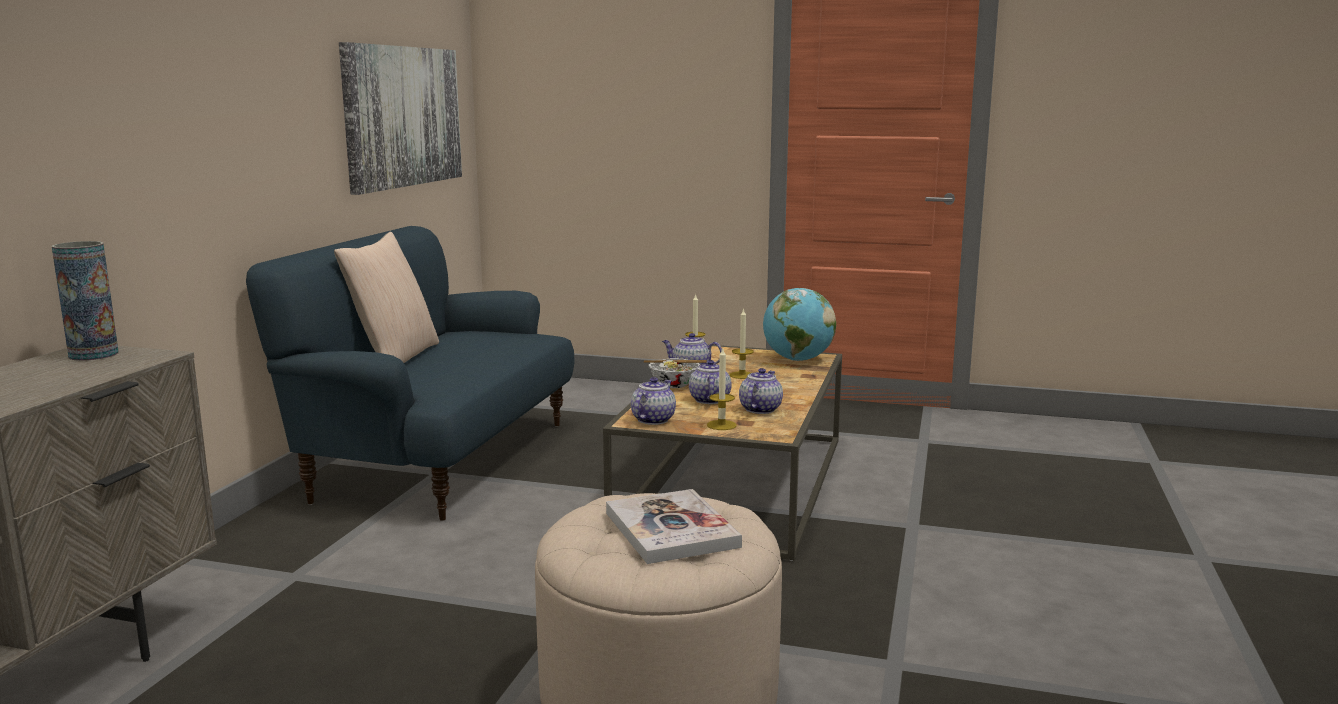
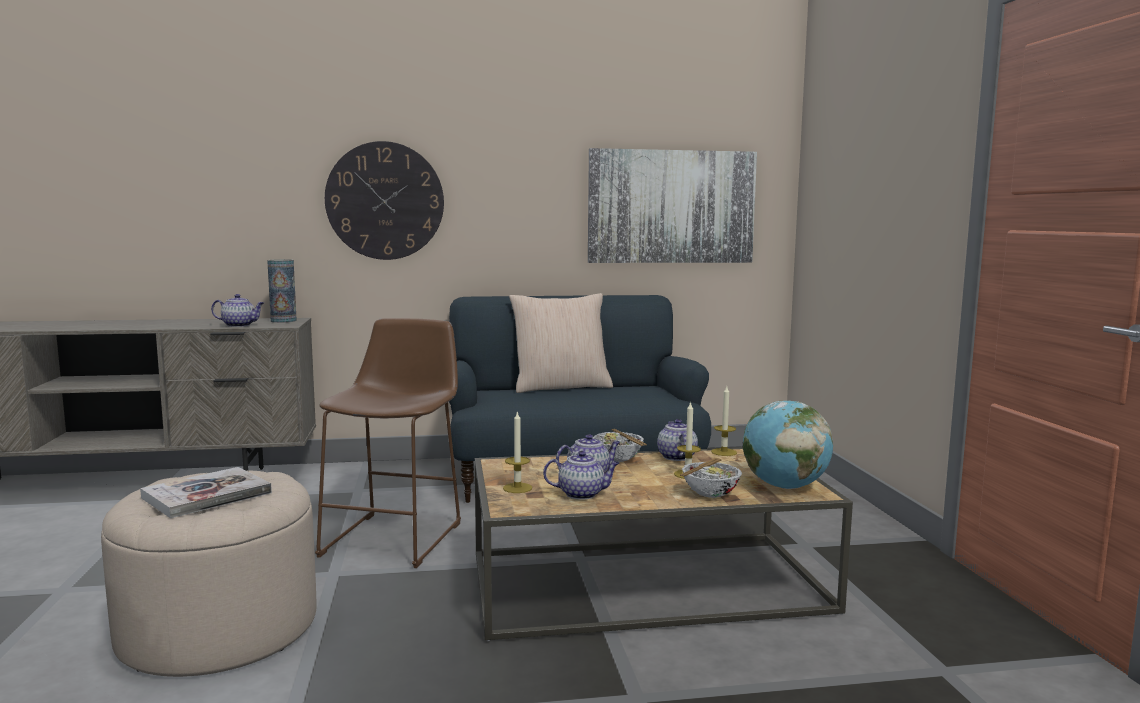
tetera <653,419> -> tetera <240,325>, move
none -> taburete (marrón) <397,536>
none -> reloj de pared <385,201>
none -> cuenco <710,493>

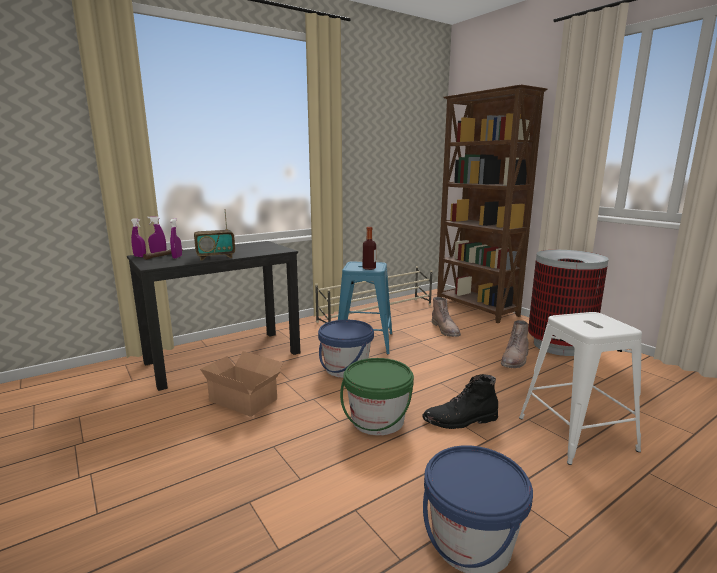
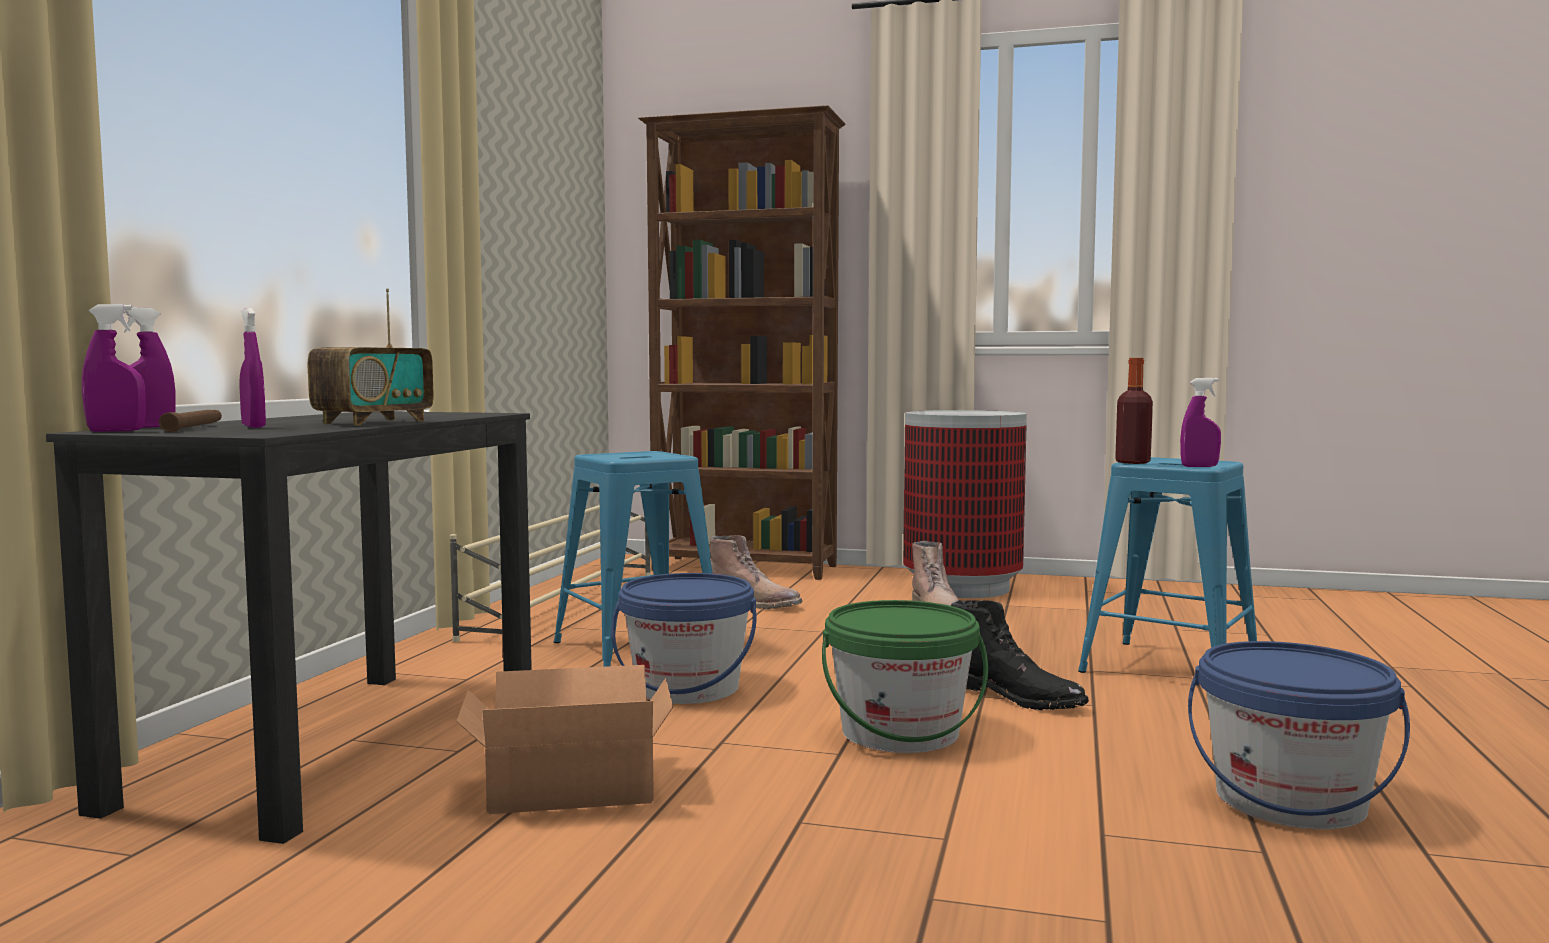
botella <369,268> -> botella <1132,462>, move
bota (negro) <460,420> -> bota (negro) <1015,696>, 90 degrees counterclockwise
taburete (blanco) <575,433> -> taburete (azul) <1168,668>
none -> pulverizador (morado) <1199,466>

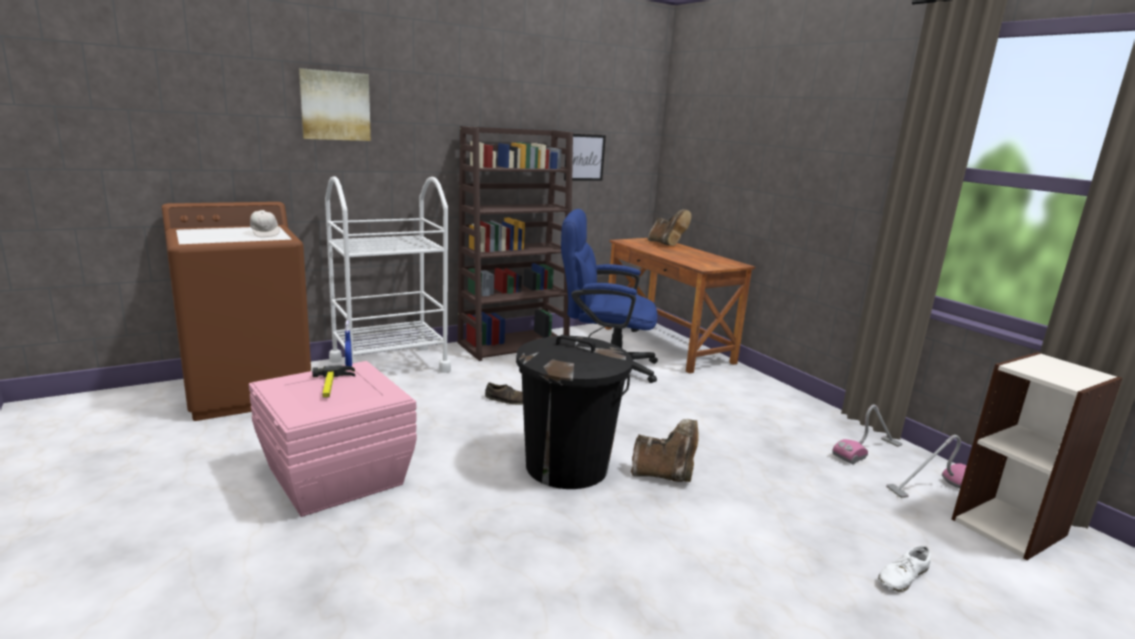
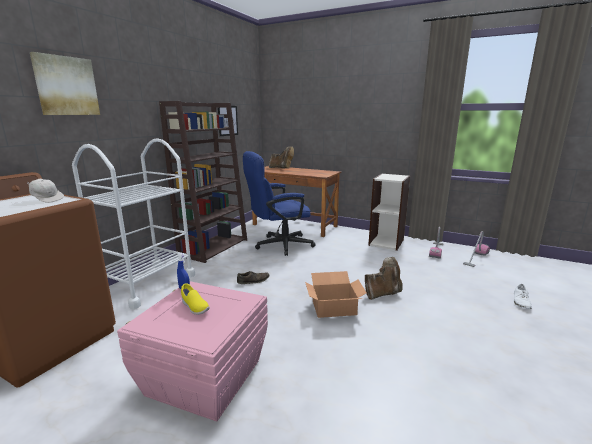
martillo <332,386> -> zapato (amarillo) <194,307>
papelera (negro) <566,466> -> caja de cartón <333,307>
estantería <1009,527> -> estantería <386,242>, move

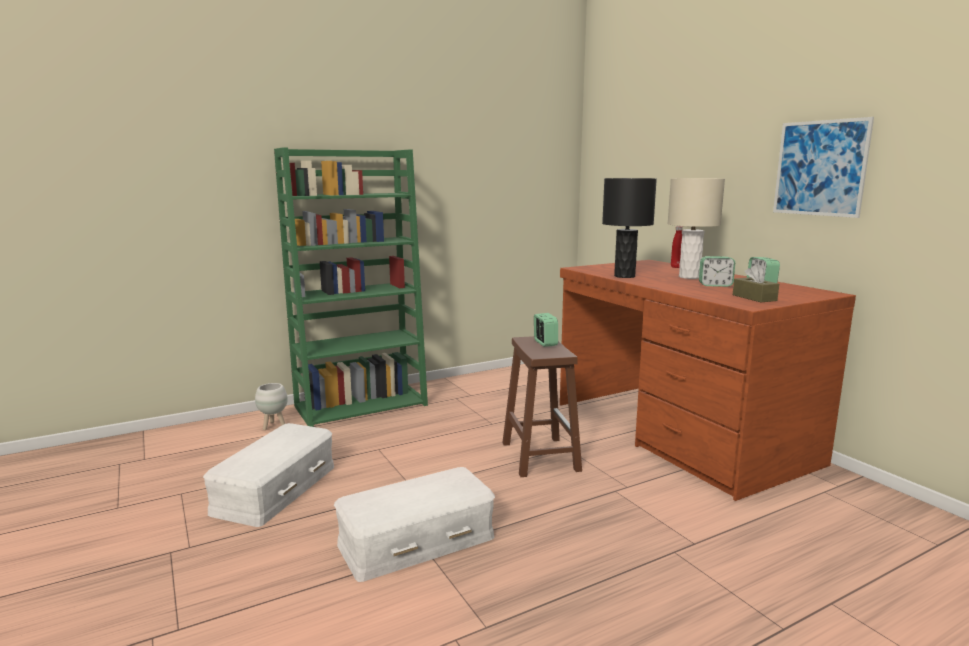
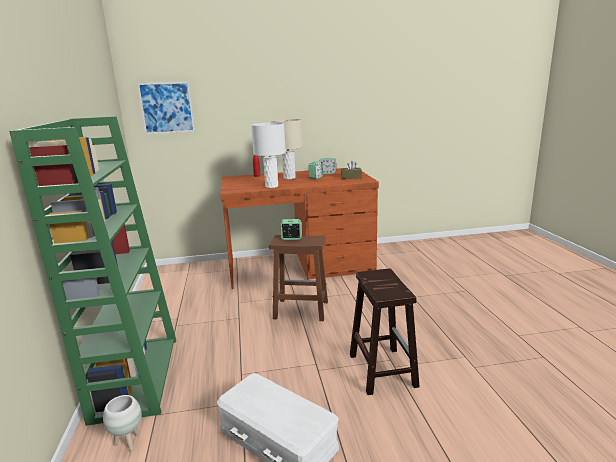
caja de almacenaje (blanco) <416,539> -> taburete (marrón) <381,369>
lámpara de mesa (negro) <624,276> -> lámpara de mesa (blanco) <271,186>
cuadro <820,168> -> cuadro <167,108>, move

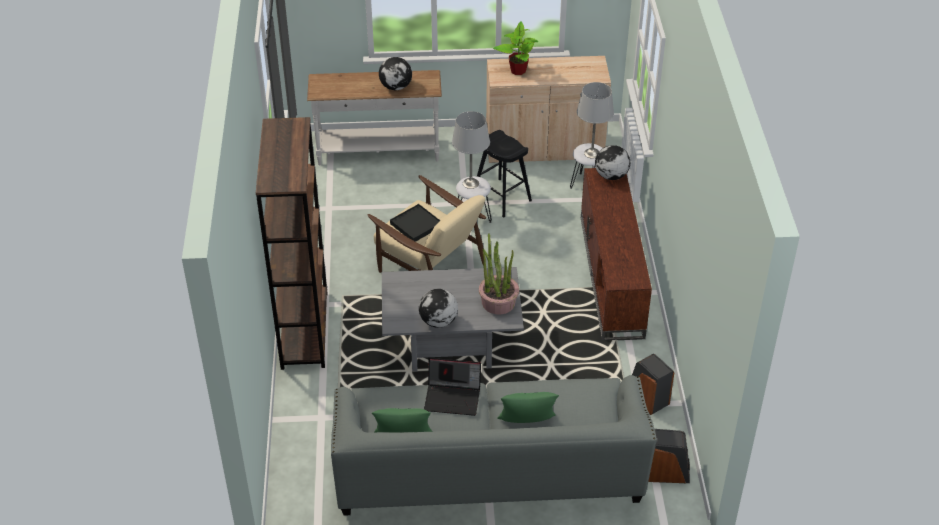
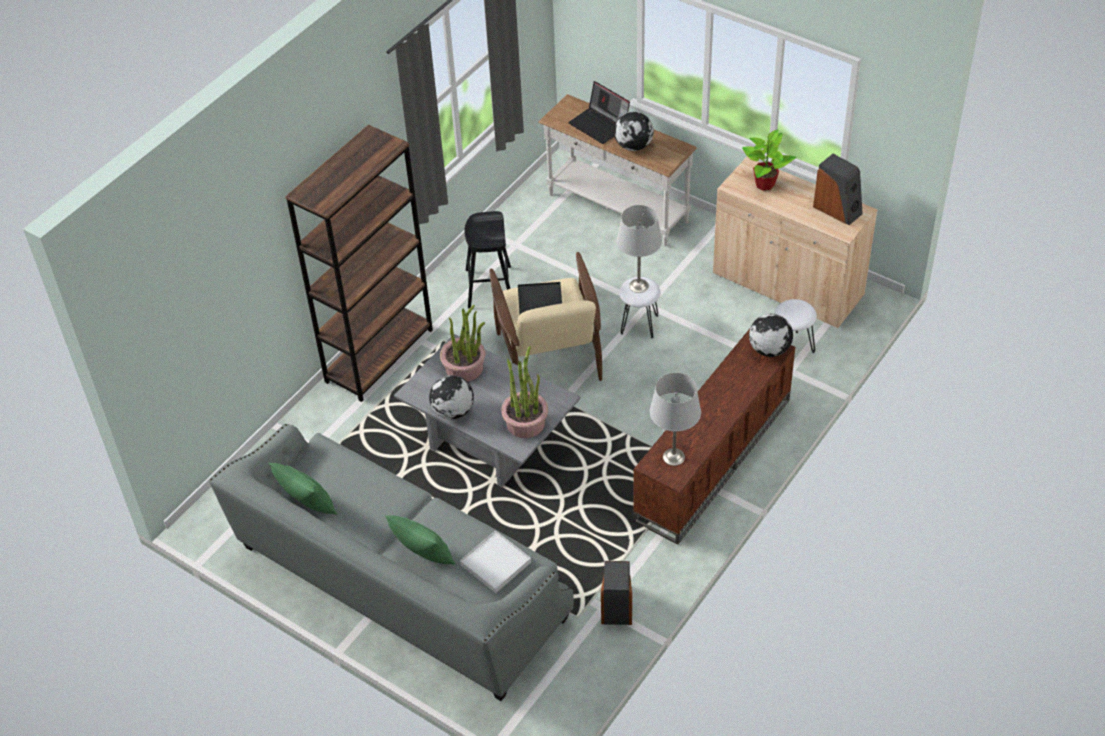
portátil <453,397> -> portátil <600,125>, move
taburete (negro) <501,198> -> taburete (negro) <489,287>, move
lámpara de mesa (gris) <592,153> -> lámpara de mesa (gris) <673,457>, move
altavoz <667,472> -> altavoz <838,209>, move
none -> planta en maceta <464,368>
none -> bandeja (blanco) <495,564>

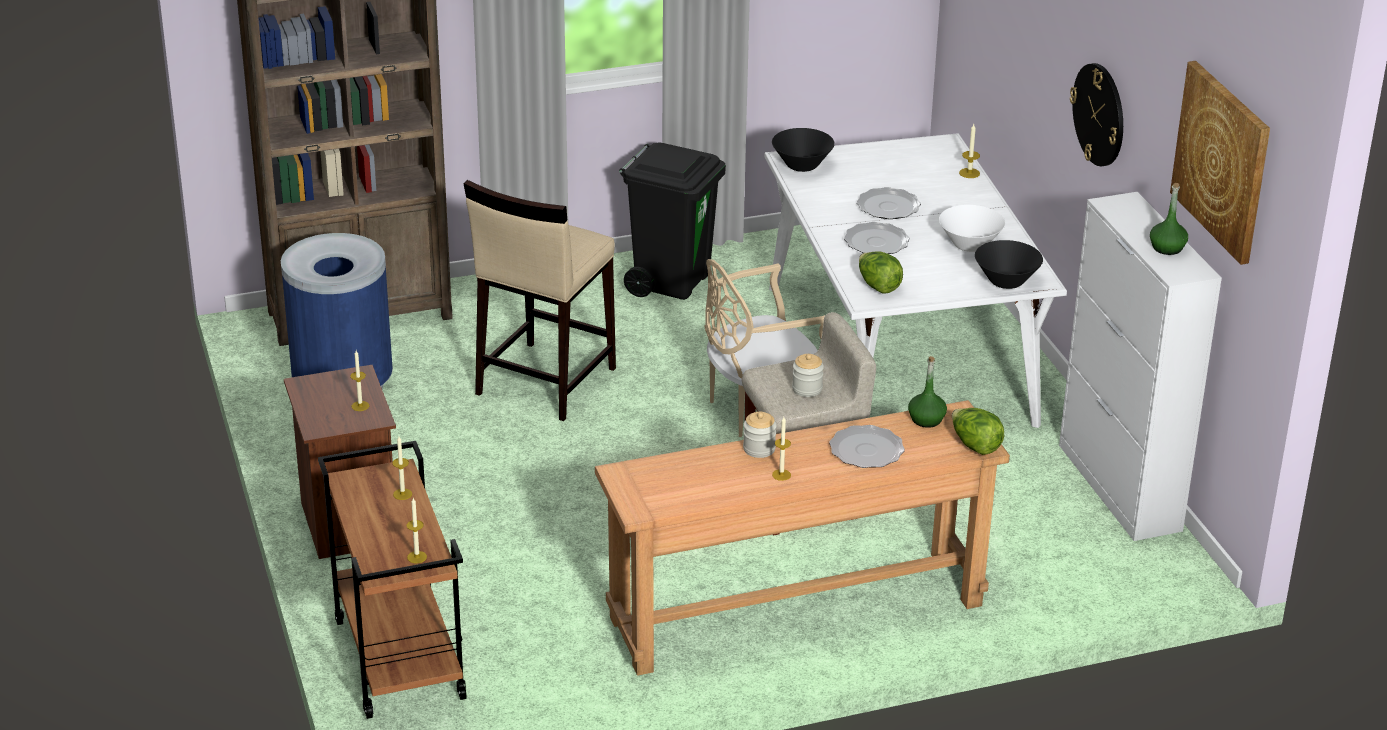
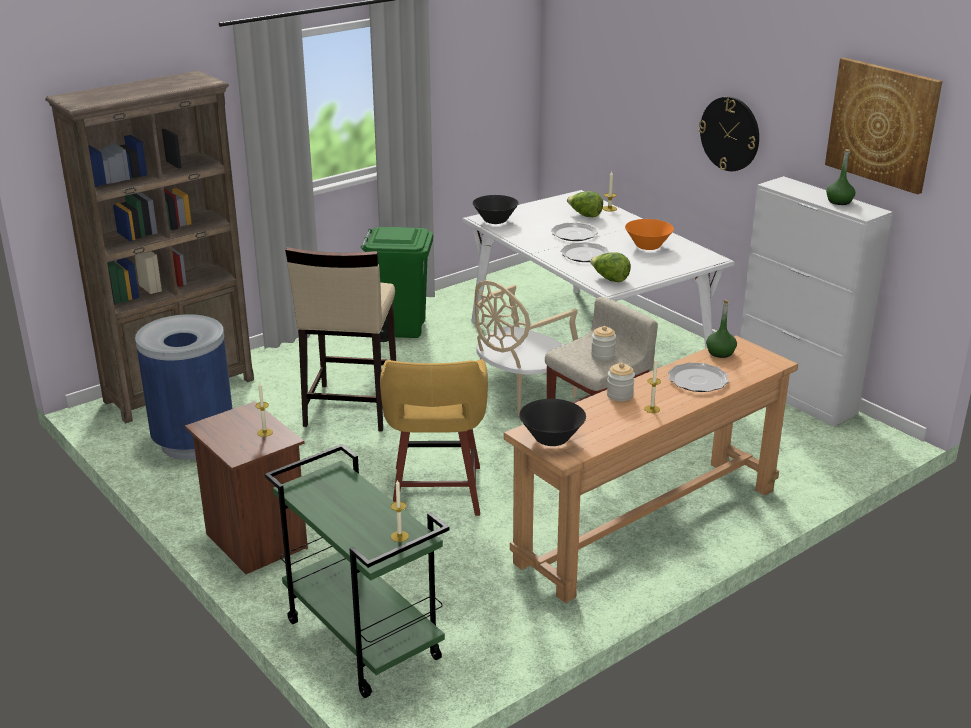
carrito (marrón) <397,659> -> carrito (verde) <361,639>
vela <402,494> -> none
papelera (negro) <671,282> -> papelera (verde) <400,329>
cuenco (blanco) <969,244> -> cuenco (naranja) <647,246>
lechuga <975,446> -> lechuga <585,215>, move
cuenco (negro) <1006,281> -> cuenco (negro) <551,439>, move
none -> taburete (amarillo) <435,493>

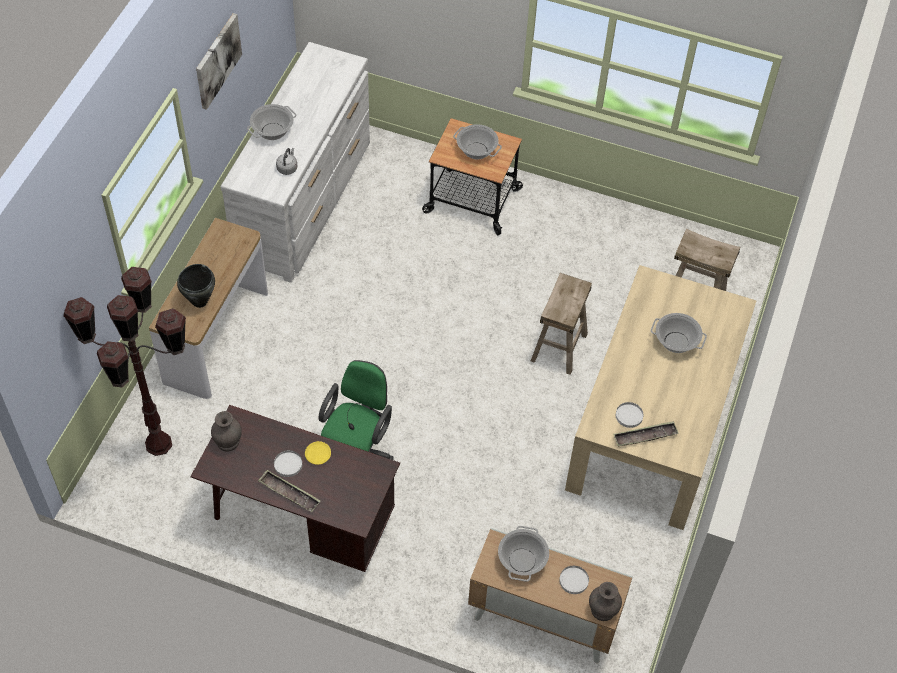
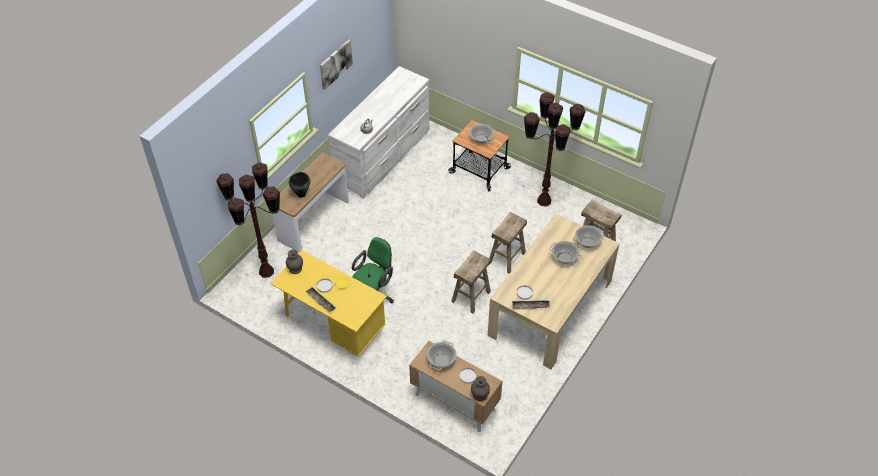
escritorio (marrón) <301,521> -> escritorio (amarillo) <333,326>
olla <272,132> -> olla <587,242>, move
none -> taburete (beis) <470,296>
none -> lámpara de pie (marrón) <544,201>

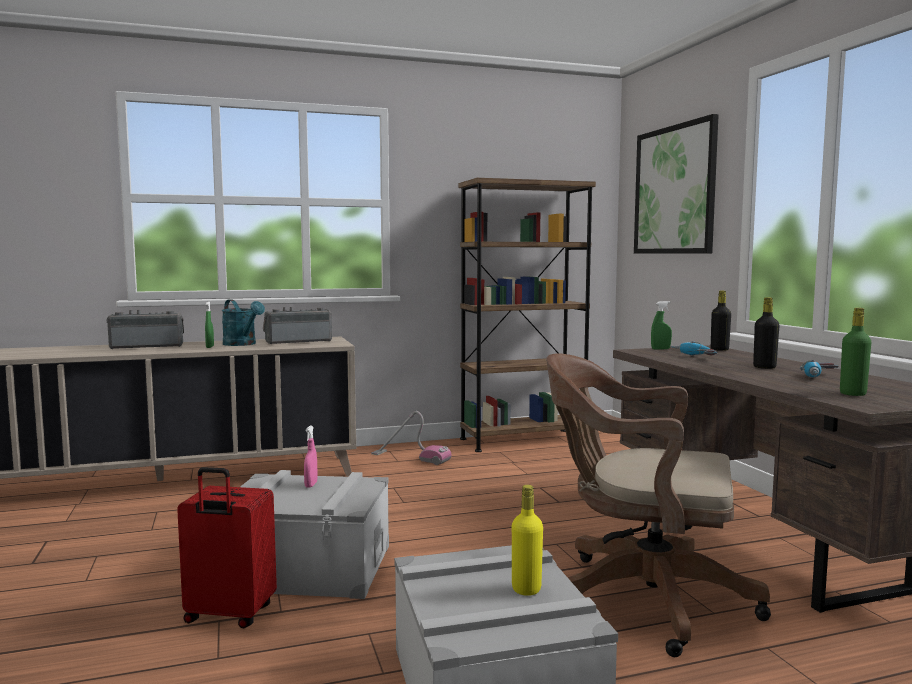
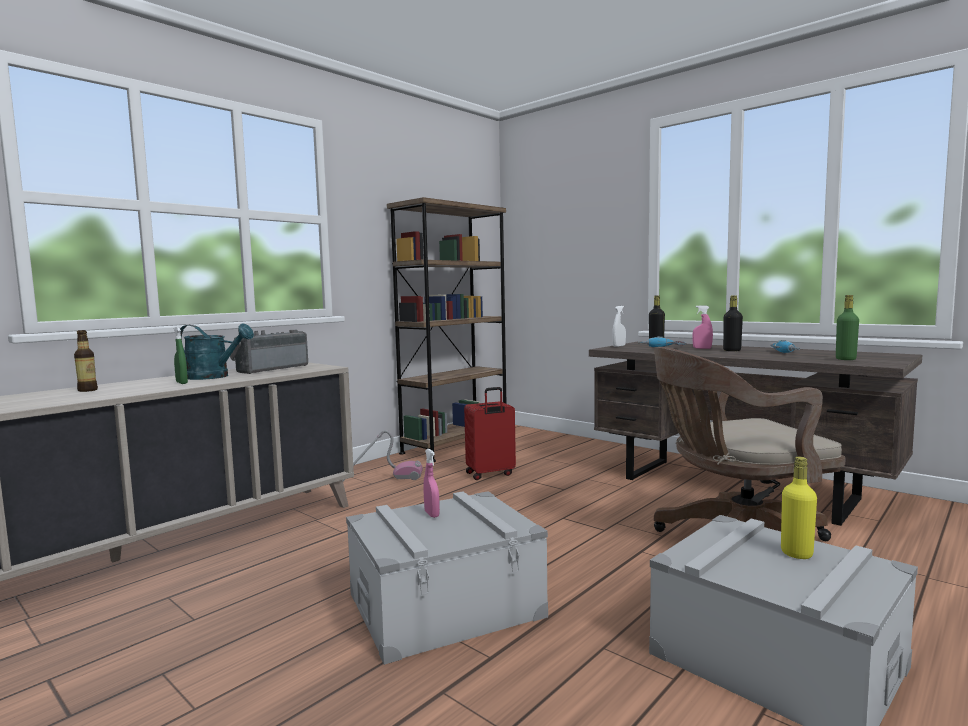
radio <147,346> -> botella <88,390>
maleta (rojo) <229,615> -> maleta (rojo) <490,474>, move
cuadro <674,190> -> none
pulverizador (verde) <660,349> -> pulverizador (blanco) <619,346>
none -> pulverizador (rosa) <702,348>

